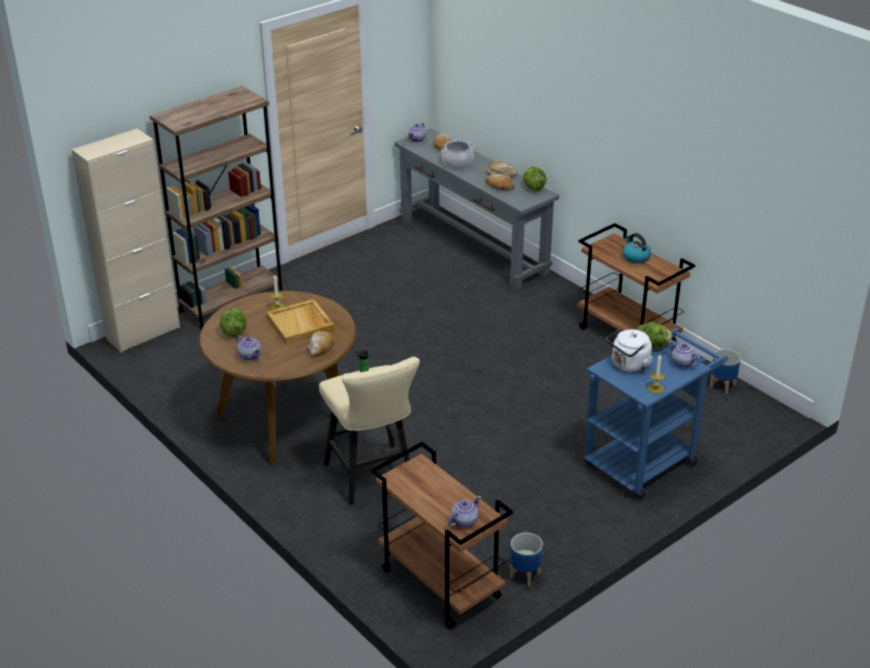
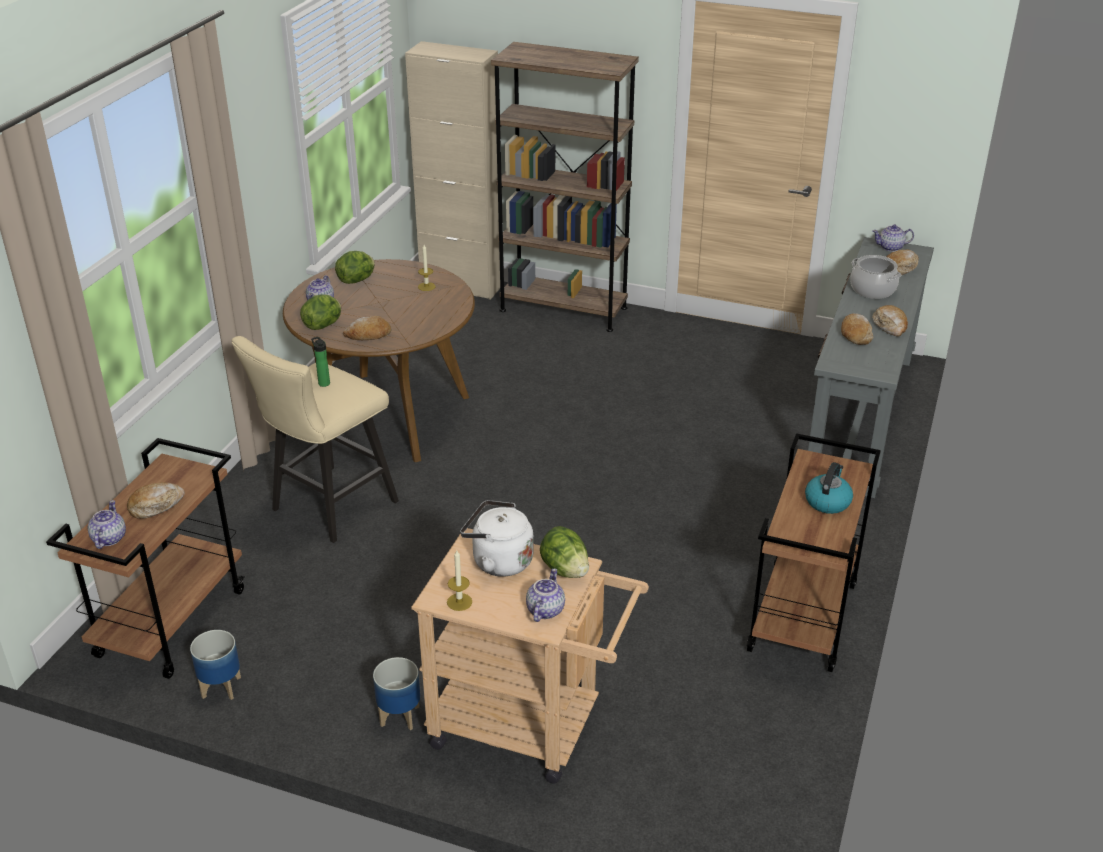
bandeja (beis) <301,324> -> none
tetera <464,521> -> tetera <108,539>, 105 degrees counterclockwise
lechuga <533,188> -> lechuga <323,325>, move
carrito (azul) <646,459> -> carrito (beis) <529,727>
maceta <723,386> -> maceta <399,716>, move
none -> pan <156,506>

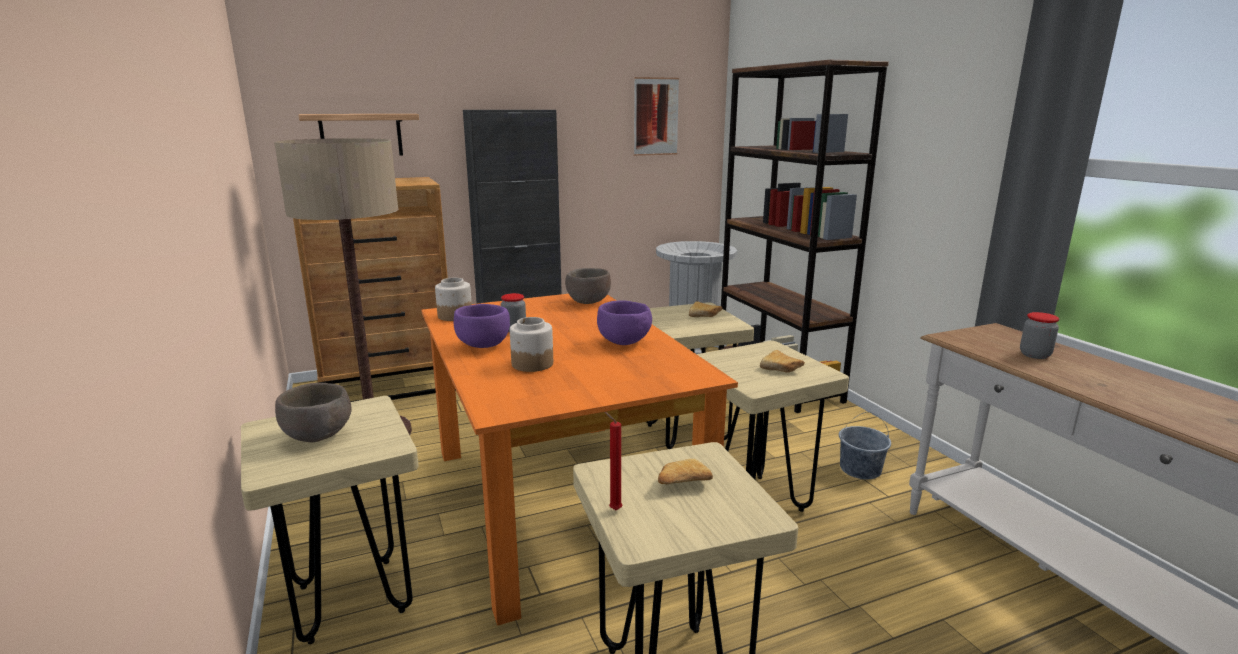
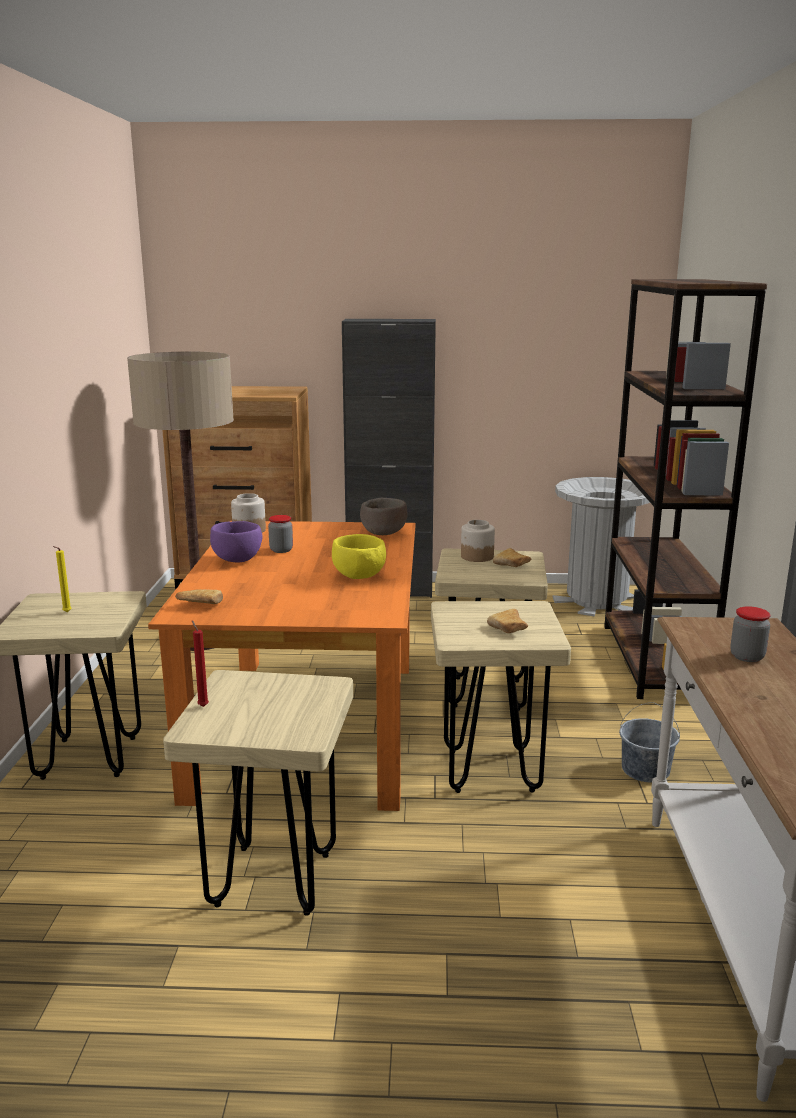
cuenco (marrón) <318,437> -> vela (amarillo) <66,613>
estante <361,135> -> none
tarro <532,364> -> tarro <477,556>, move
cuenco (morado) <624,342> -> cuenco (amarillo) <359,576>
cuadro <656,116> -> none
pan <680,484> -> pan <199,605>, move

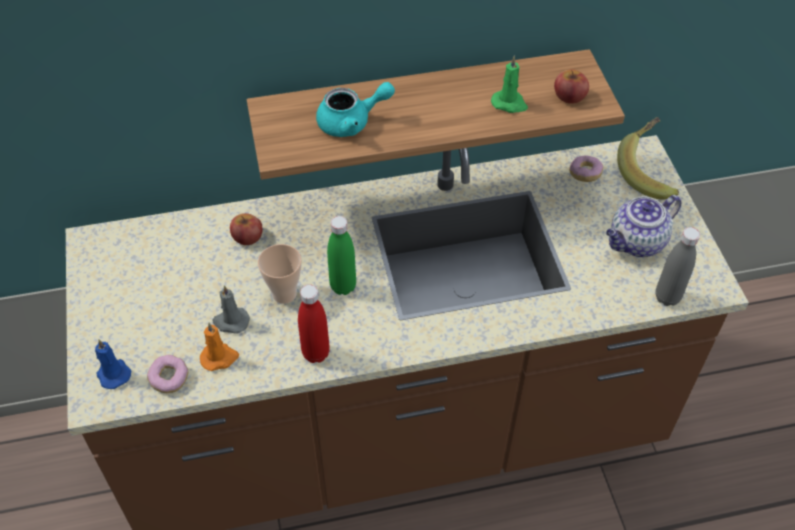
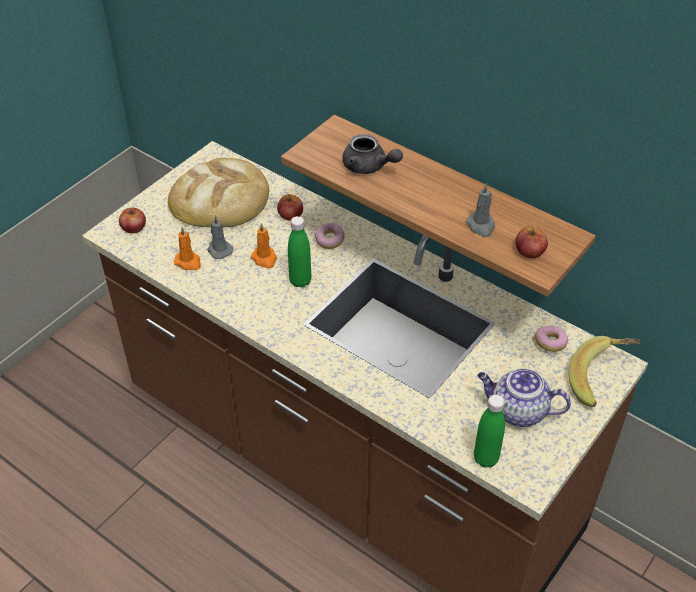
vela (azul) <113,373> -> manzana <134,227>
rosquilla <169,379> -> rosquilla <329,241>, move
taza <284,294> -> vela (naranja) <265,259>
botella (rojo) <316,353> -> none
tetera (turquesa) <351,122> -> tetera (gris) <369,167>
vela (verde) <509,103> -> vela (gris) <481,226>
botella (gris) <667,297> -> botella (verde) <485,458>
none -> pan <220,199>

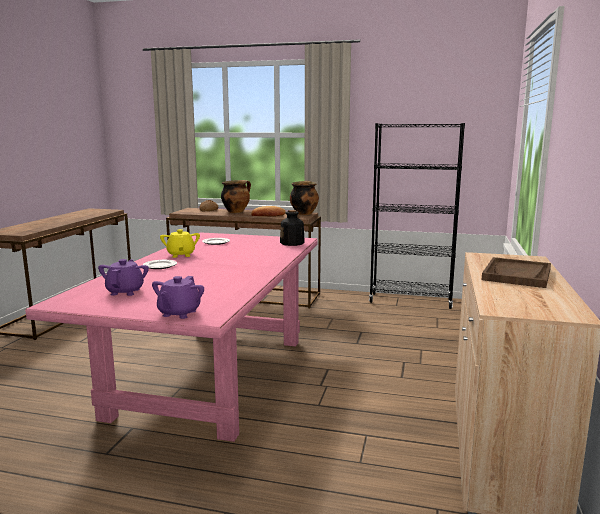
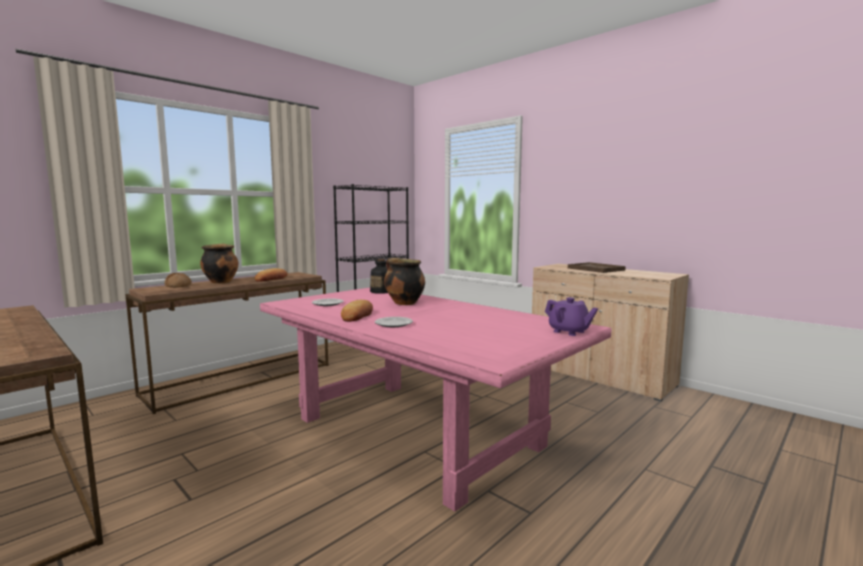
tetera (morado) <125,292> -> none
tetera (amarillo) <181,255> -> pan <357,315>
olla <304,213> -> olla <403,303>, move

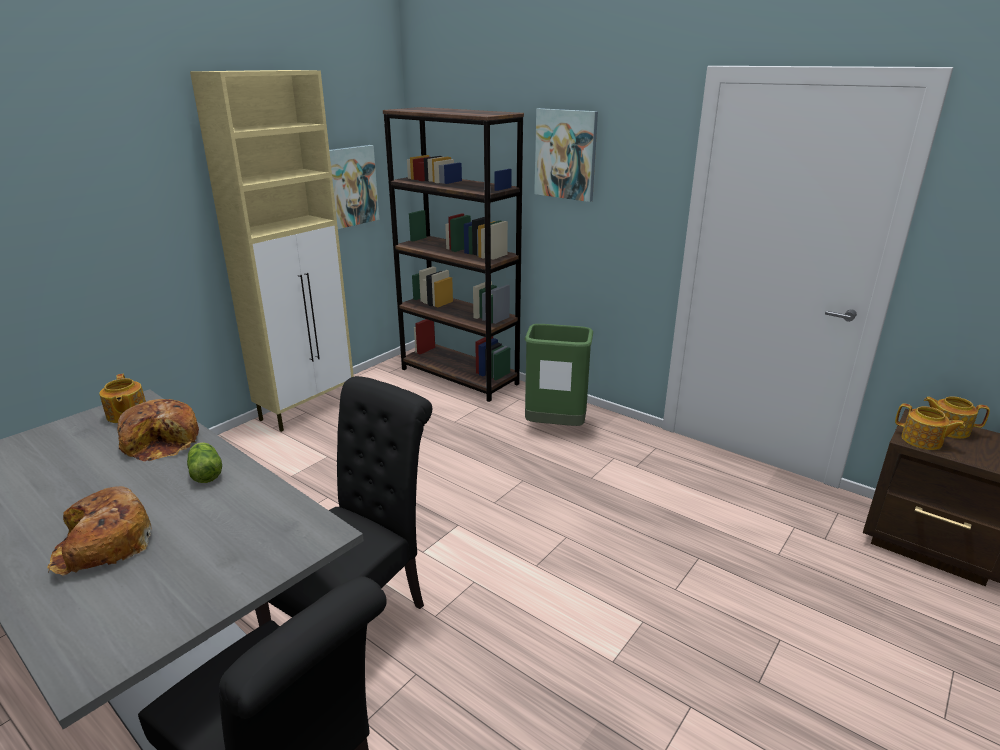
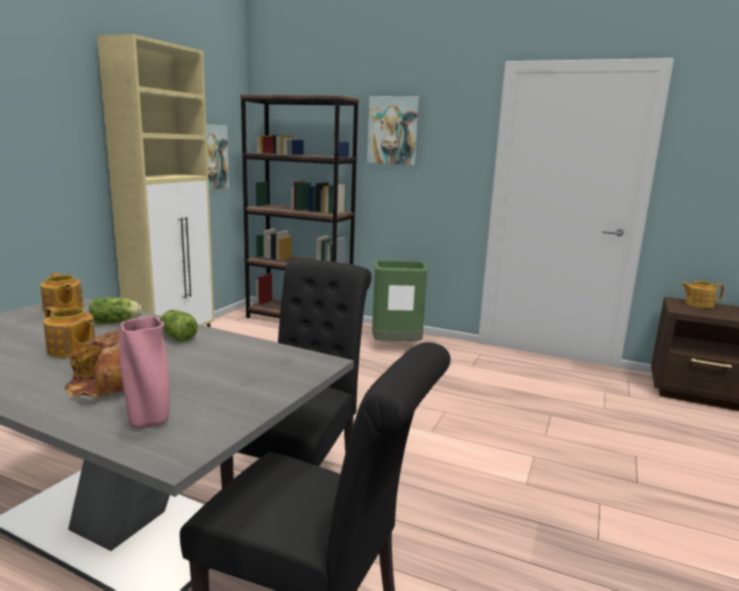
pan <163,441> -> lechuga <117,322>
tetera <922,441> -> tetera <72,350>, move
none -> florero (rosa) <149,423>

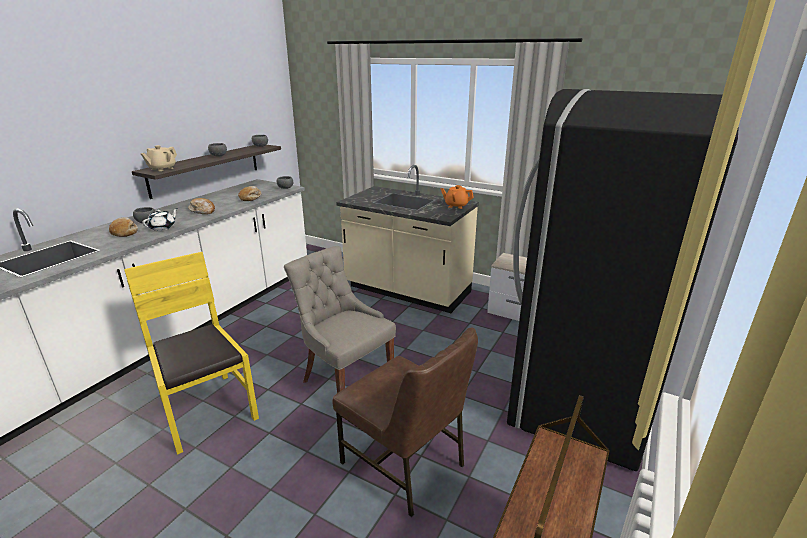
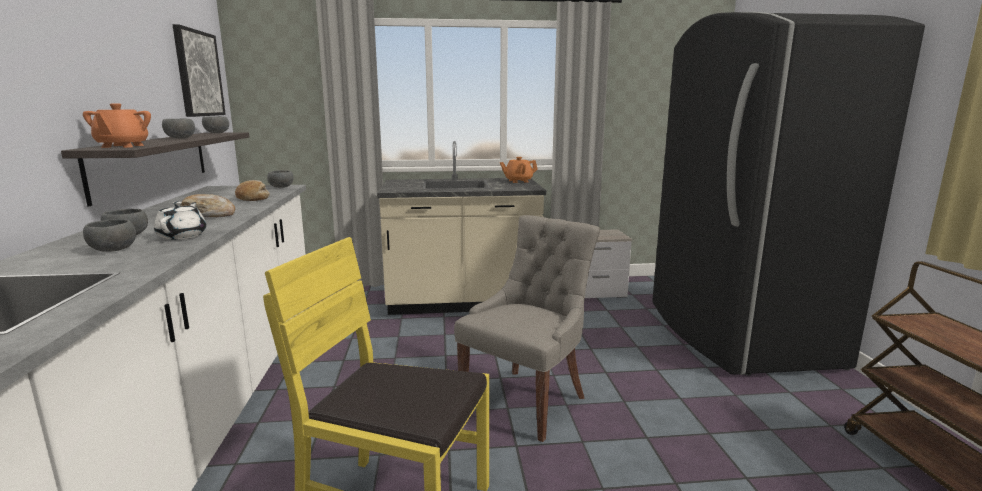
pan <124,232> -> cuenco (gris) <112,250>
tetera (beis) <162,169> -> tetera (naranja) <122,146>
silla (gris) <345,379> -> silla (gris) <527,400>, 120 degrees clockwise
silla (marrón) <404,464> -> none
none -> cuadro <198,73>

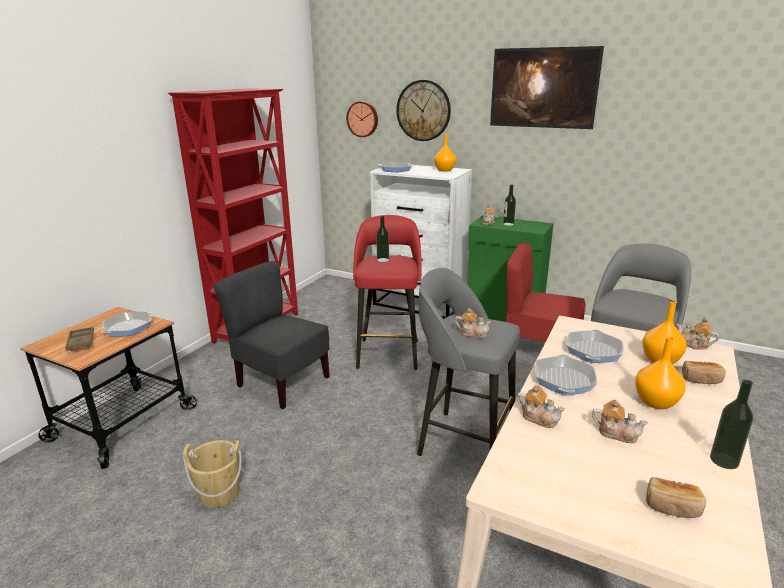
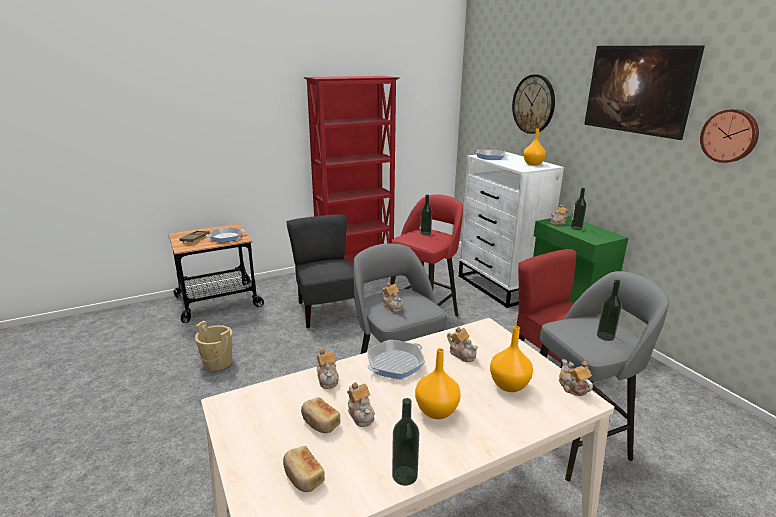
reloj de pared <363,119> -> reloj de pared <730,136>, move
sartén <593,351> -> tetera <462,354>
pan <701,379> -> pan <320,422>, move
none -> botella <605,336>

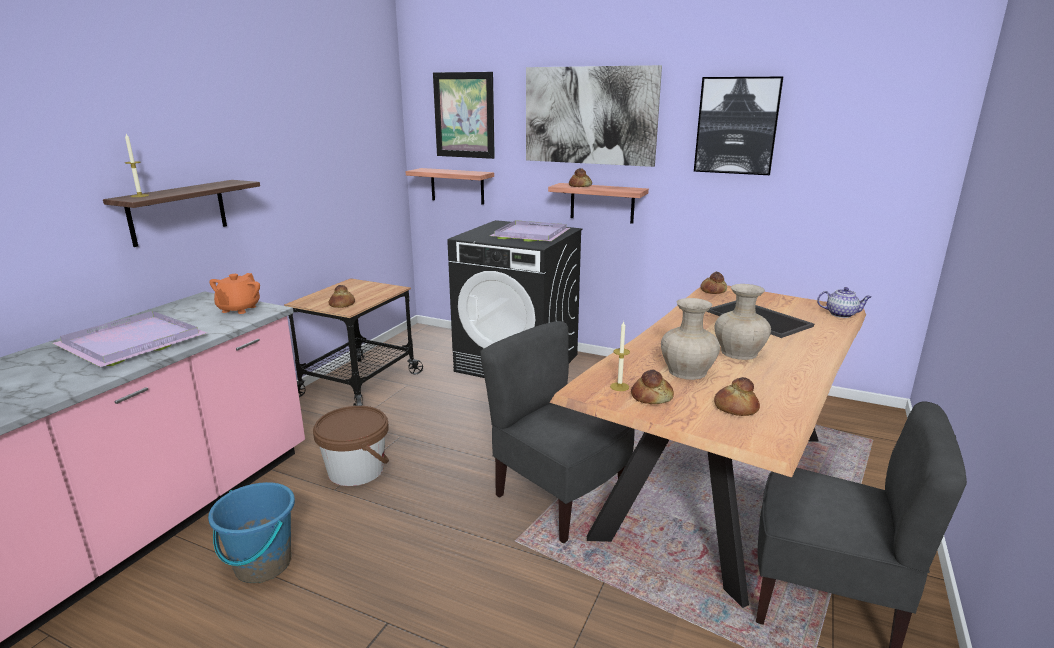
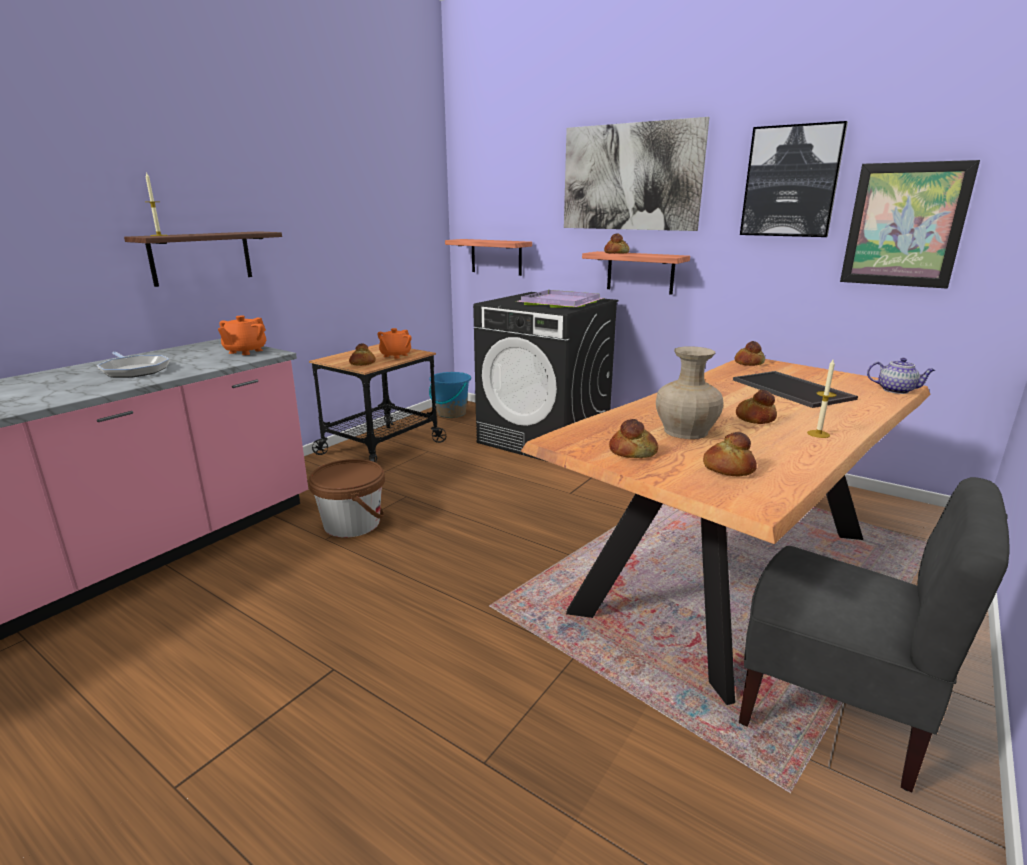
bandeja (morado) <133,341> -> sartén <134,370>
cubo (azul) <262,565> -> cubo (azul) <451,413>, move
cuadro <464,115> -> cuadro <904,225>, move
silla (gris) <558,497> -> none
vela <619,387> -> vela <818,434>, move
florero (beis) <738,353> -> pan <754,418>
none -> tetera (naranja) <395,355>

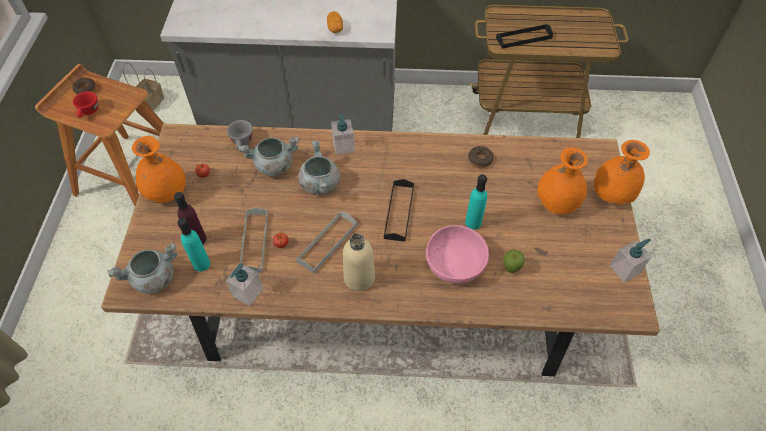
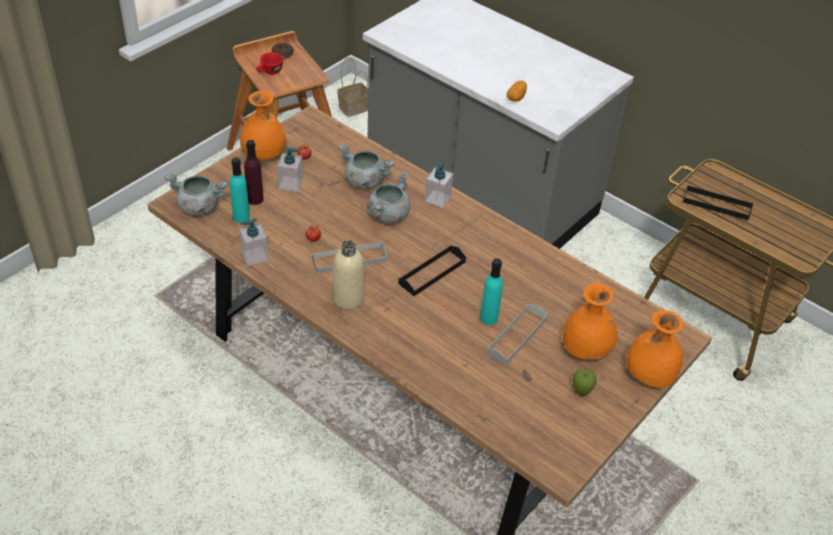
taza (gris) <242,143> -> none
bandeja (gris) <254,242> -> bandeja (gris) <516,336>, move
cuenco (rosa) <455,264> -> none
rosquilla <480,159> -> none
manzana <510,269> -> manzana <581,392>, move
dispensador de jabón <624,269> -> dispensador de jabón <291,184>, move

